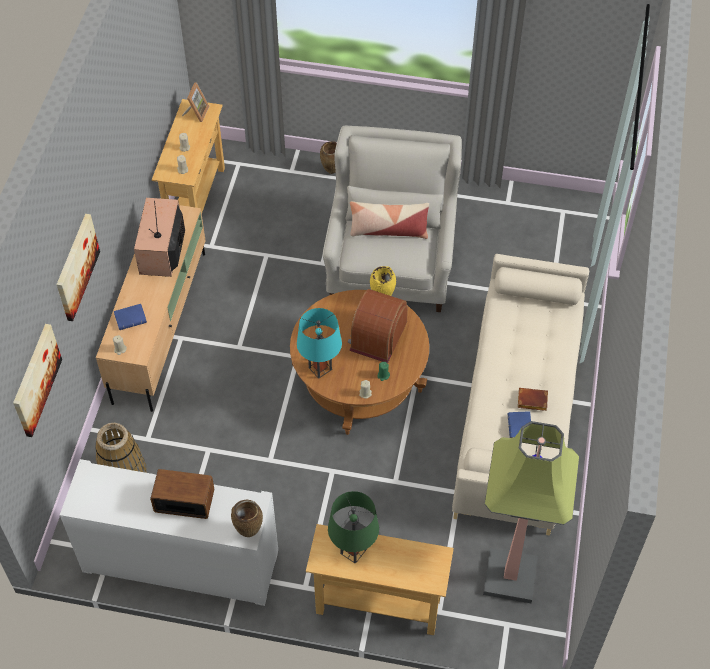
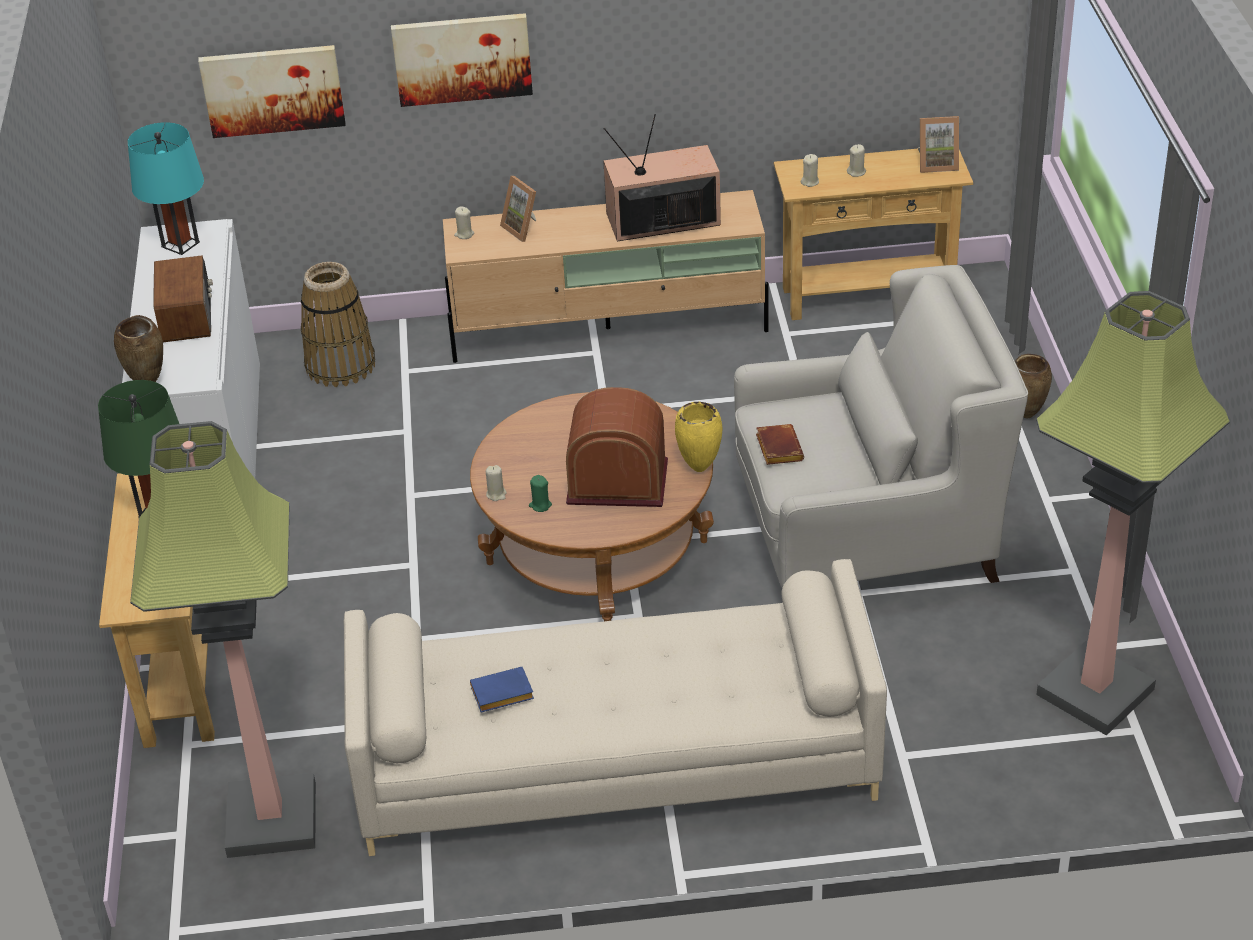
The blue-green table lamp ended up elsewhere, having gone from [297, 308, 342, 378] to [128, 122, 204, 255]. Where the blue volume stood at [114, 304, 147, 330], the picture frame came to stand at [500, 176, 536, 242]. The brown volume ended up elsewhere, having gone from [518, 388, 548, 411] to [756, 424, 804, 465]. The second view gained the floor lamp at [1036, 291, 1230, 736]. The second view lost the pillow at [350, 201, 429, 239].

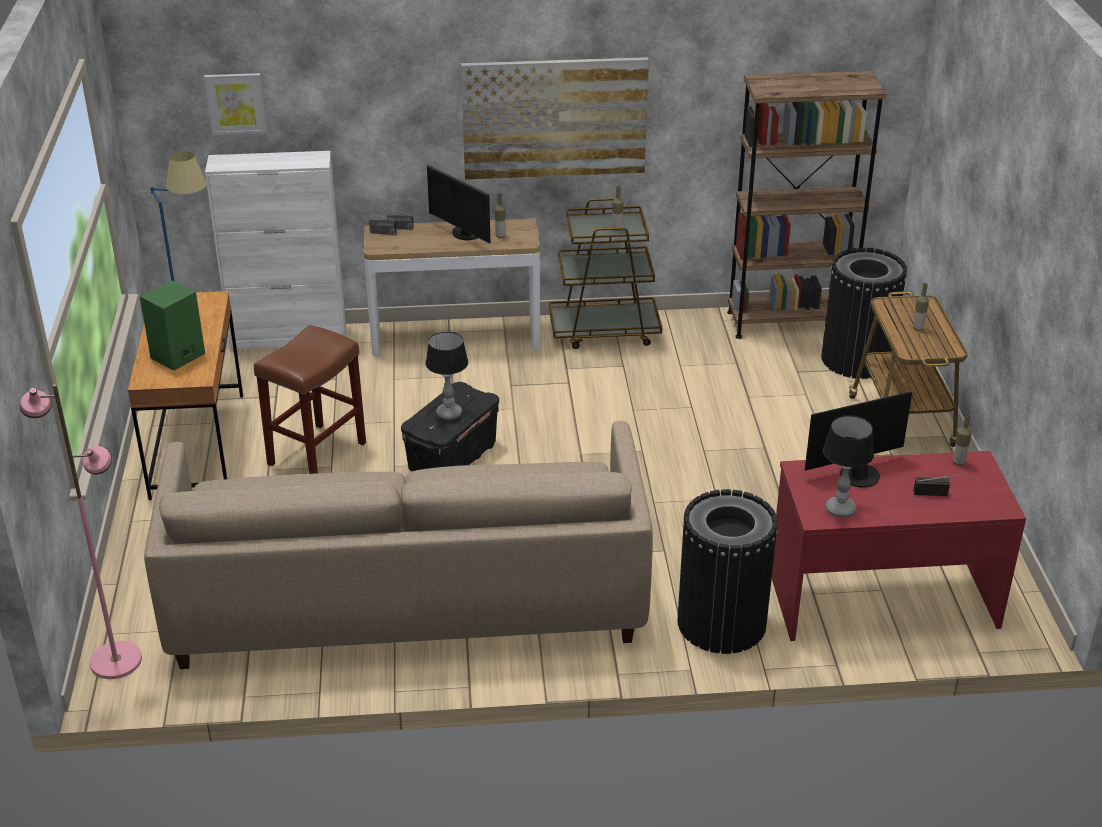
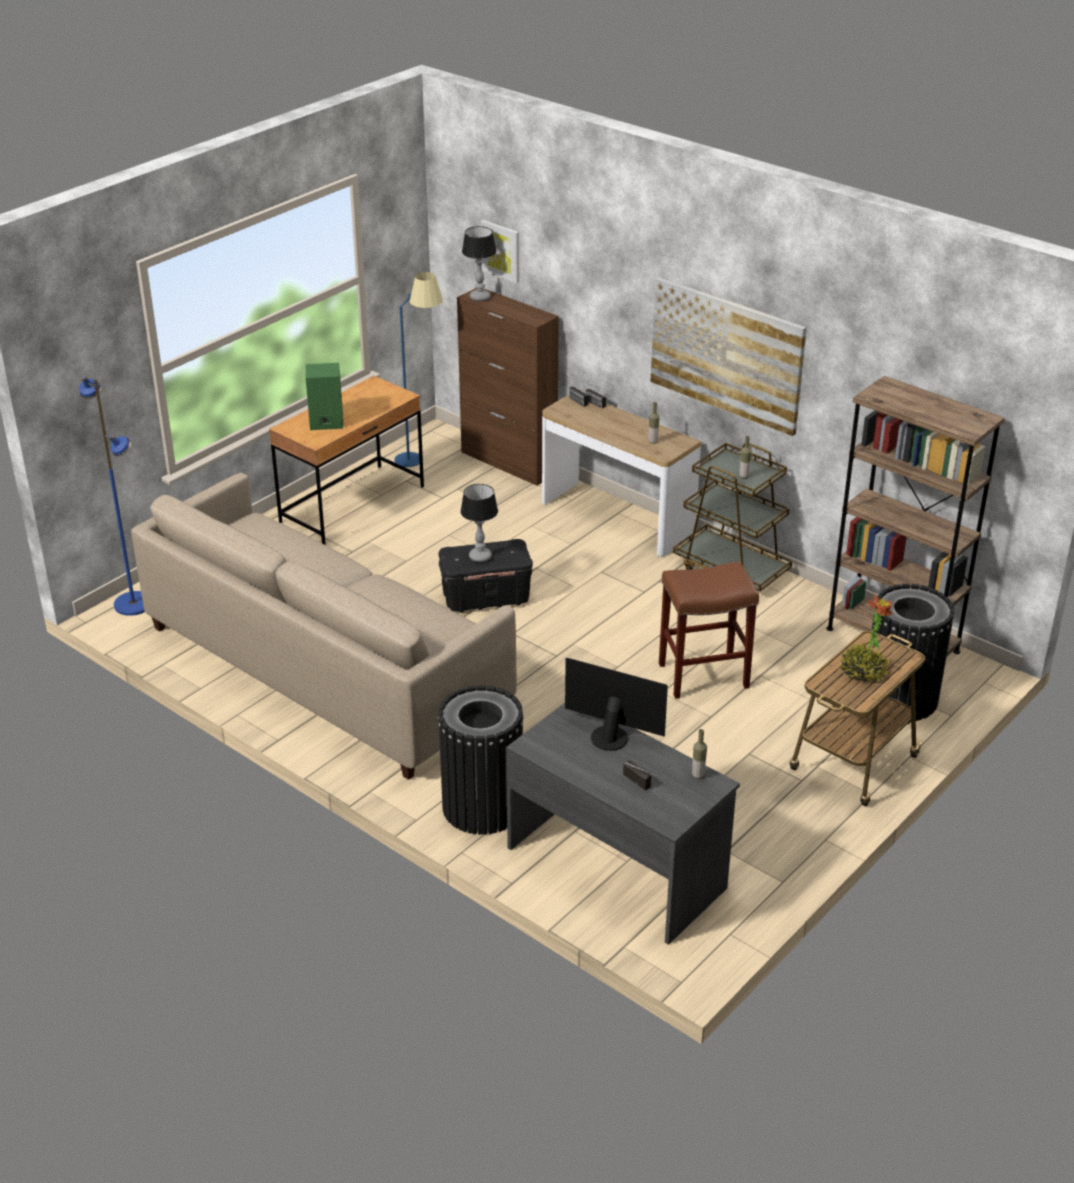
What was the pinkish floor lamp at [20, 384, 142, 679] turned into the blue floor lamp at [79, 376, 145, 616]. What was the white-coloured storage cabinet at [205, 151, 346, 350] turned into the brown storage cabinet at [457, 288, 559, 486]. The table lamp ended up elsewhere, having gone from [823, 415, 874, 518] to [462, 226, 496, 301]. What was the reddish desk table at [772, 451, 1026, 641] turned into the gray desk table at [506, 703, 740, 945]. The brown sitting stool ended up elsewhere, having gone from [254, 325, 366, 474] to [659, 561, 759, 699]. Where the beverage bottle stood at [913, 283, 929, 331], the houseplant came to stand at [840, 594, 893, 682]. The second view lost the computer display at [427, 165, 491, 243].

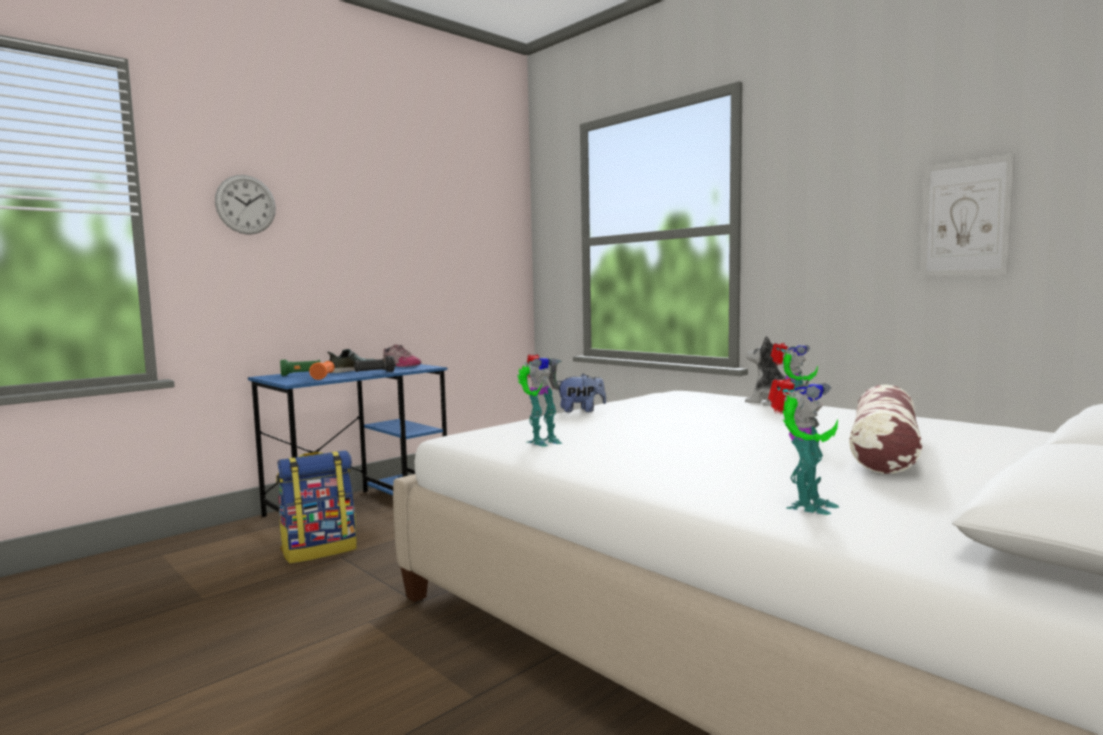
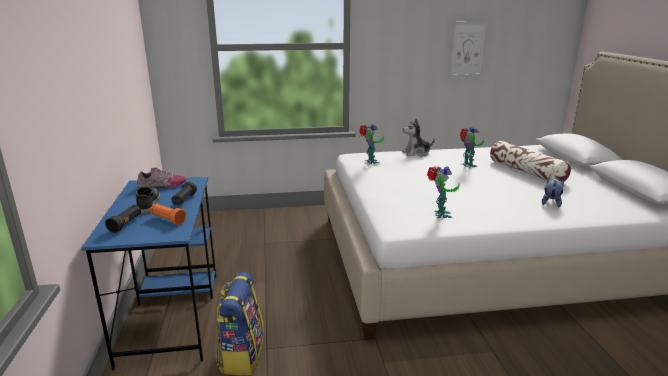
What was the green-coloured hand torch at [280, 360, 321, 376] turned into the blackish hand torch at [105, 205, 141, 233]. The robot figure ended up elsewhere, having gone from [768, 378, 839, 515] to [359, 124, 384, 165]. The plush toy ended up elsewhere, having gone from [557, 373, 606, 413] to [542, 178, 564, 208]. The second view lost the wall clock at [215, 175, 276, 235].

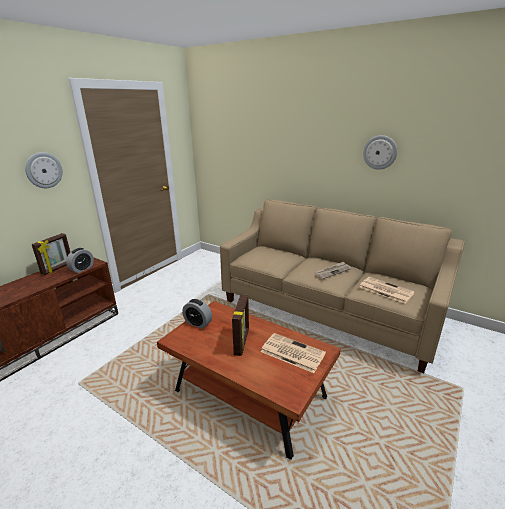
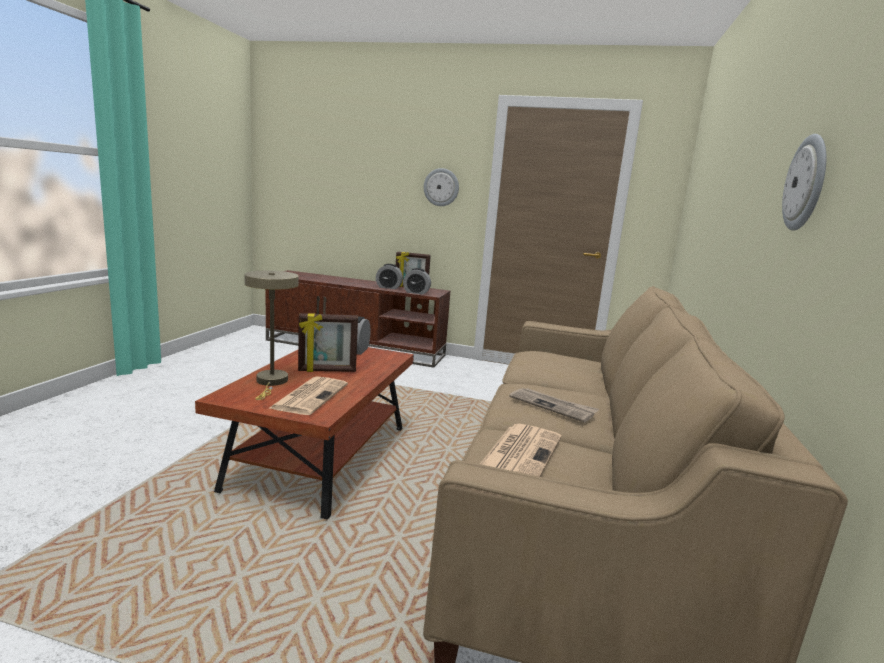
The second view gained the beige table lamp at [244, 271, 299, 400]. The second view gained the alarm clock at [376, 264, 403, 289].

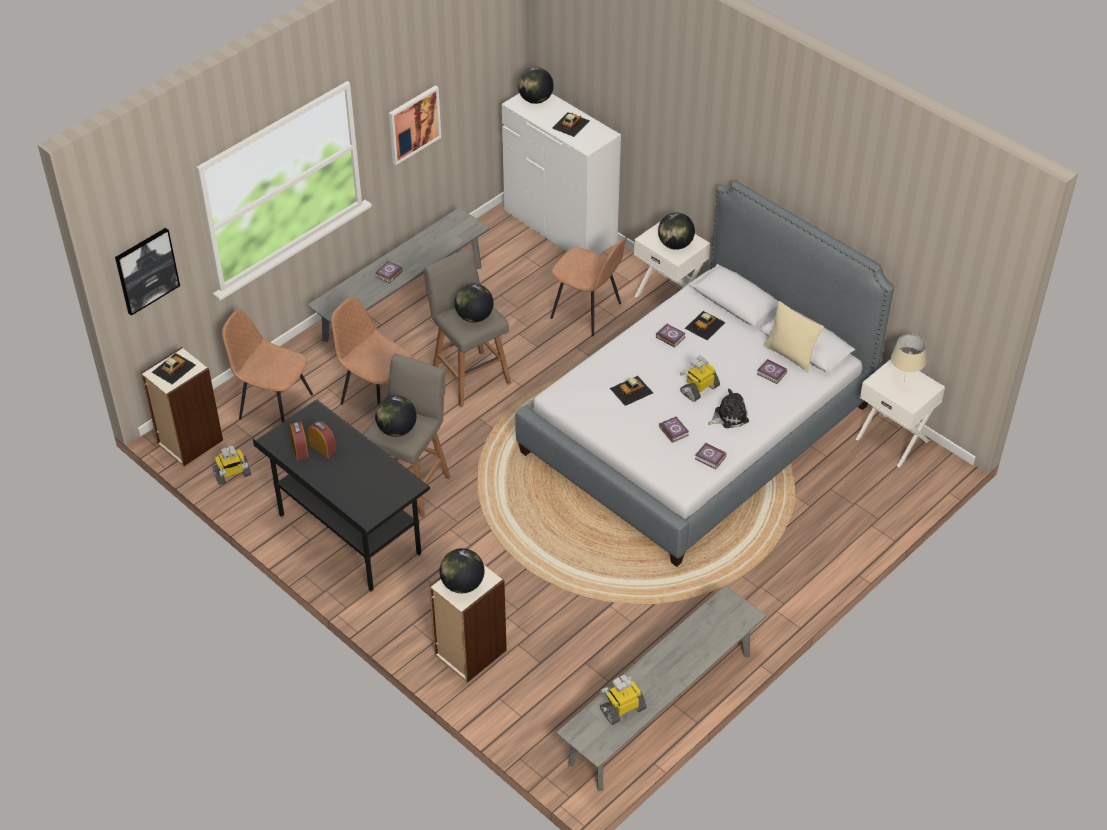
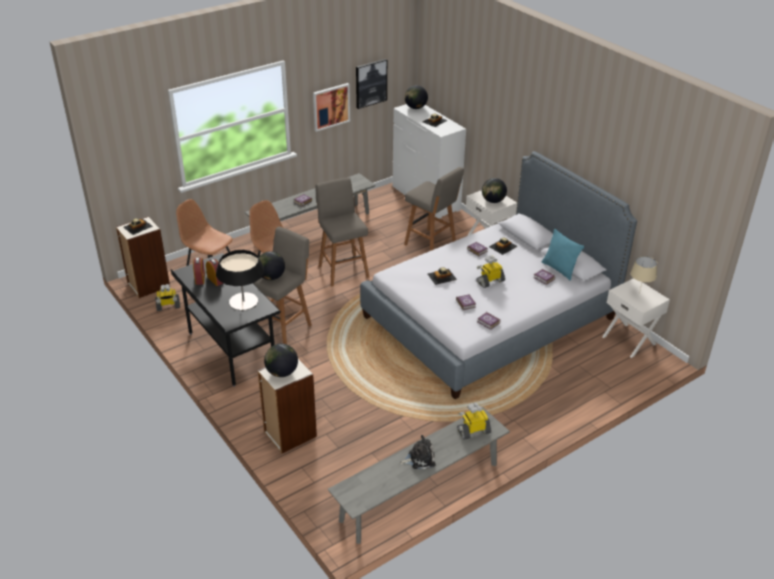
The second view gained the table lamp at [216, 250, 264, 311]. The wall picture ended up elsewhere, having gone from [115, 228, 180, 316] to [356, 59, 387, 109]. The plush toy ended up elsewhere, having gone from [708, 389, 749, 428] to [400, 435, 436, 469]. Where the brown plain chair stood at [551, 237, 627, 336], the gray sitting stool came to stand at [404, 167, 464, 251]. The robot figure ended up elsewhere, having gone from [600, 675, 647, 725] to [457, 403, 491, 440]. What was the beige pillow at [763, 301, 824, 372] turned into the blue-green pillow at [542, 229, 584, 280]. The second view lost the desk globe at [455, 284, 494, 323].

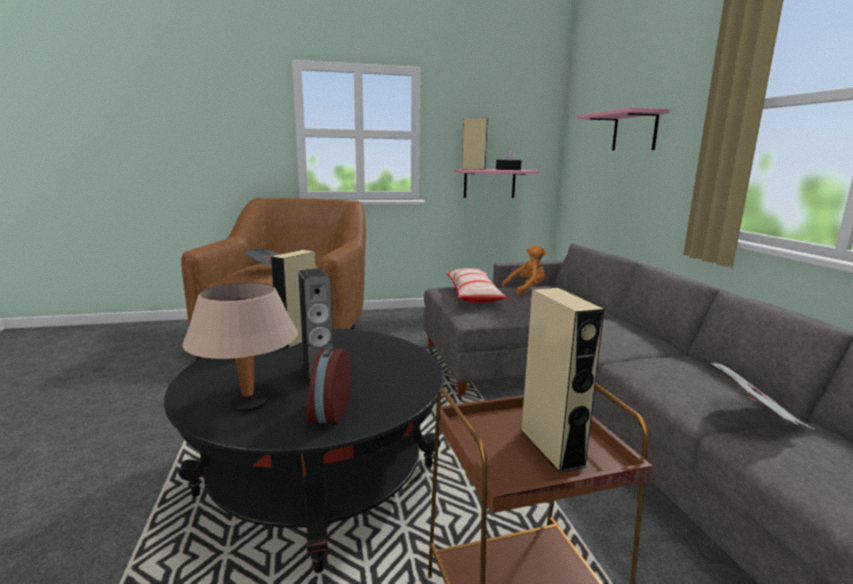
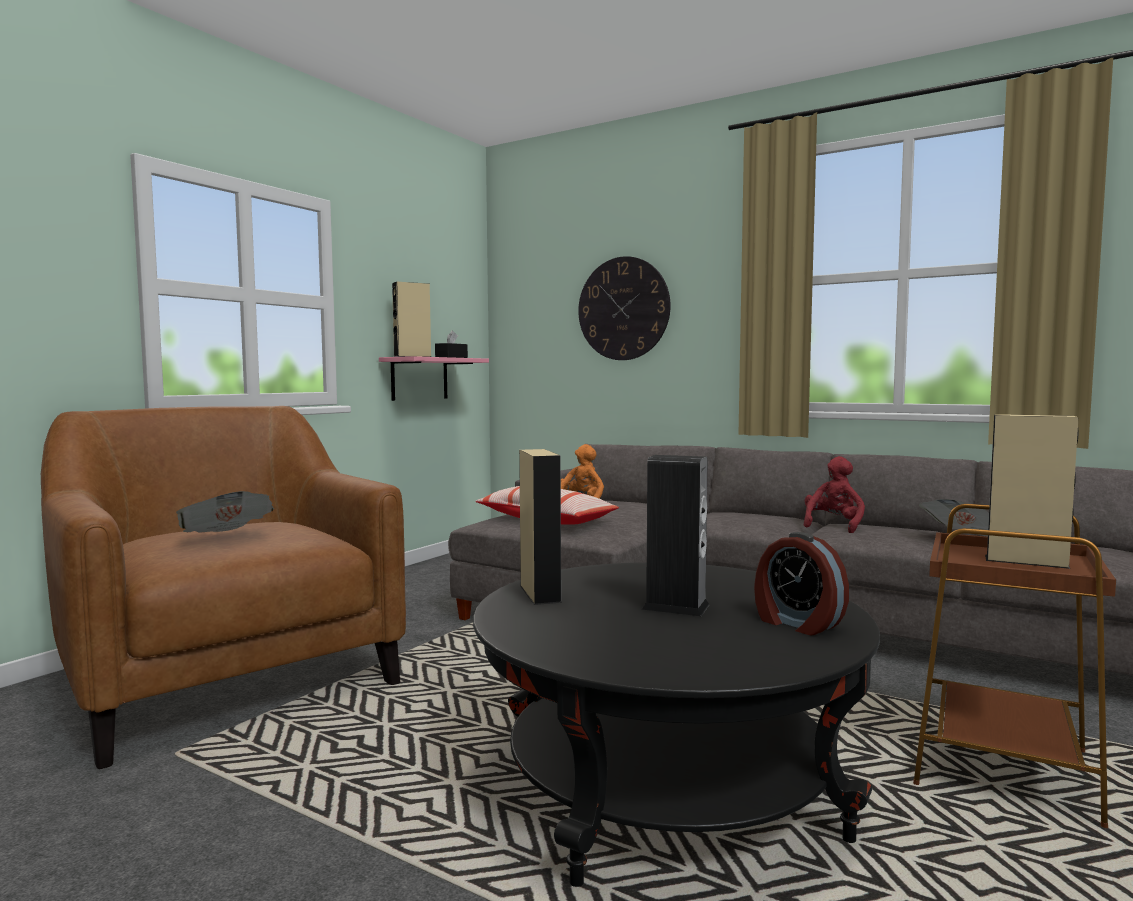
Where the pinkish wall shelf hung at [577, 107, 670, 150], the wall clock came to hang at [578, 256, 671, 360]. The second view gained the reddish plush toy at [804, 456, 865, 533]. The second view lost the beige table lamp at [183, 282, 298, 412].

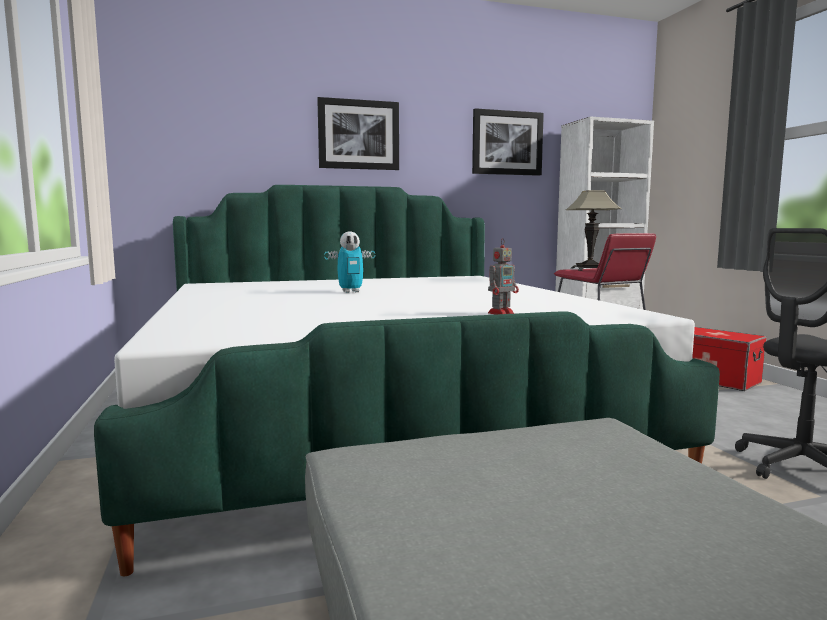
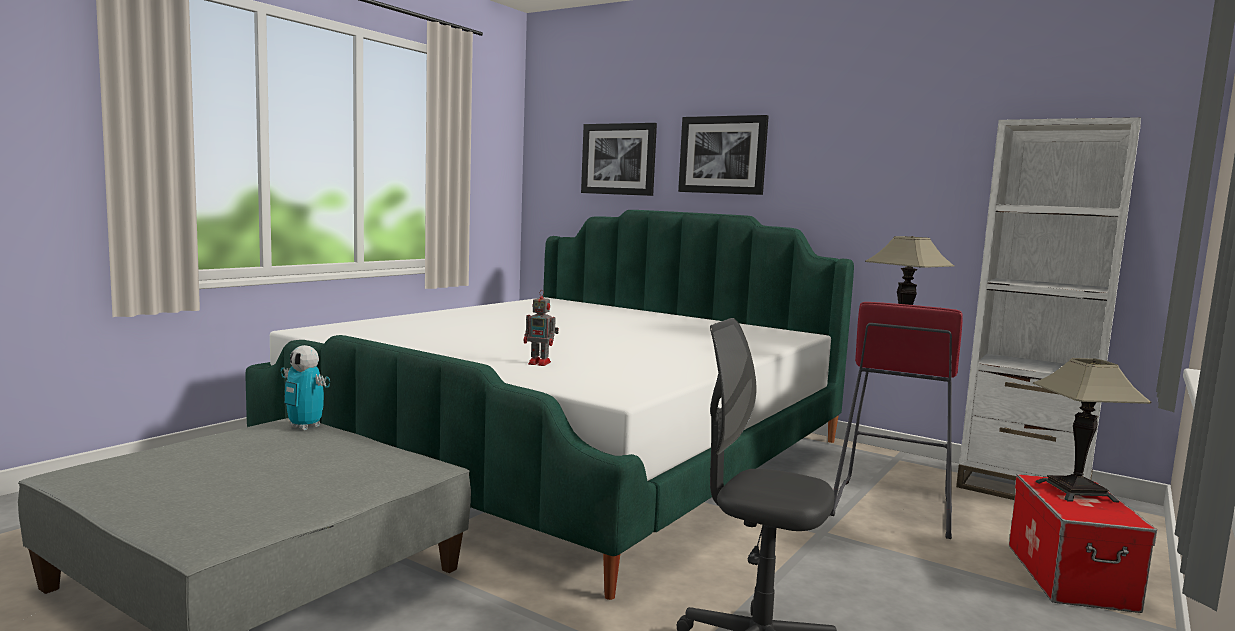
The robot figure ended up elsewhere, having gone from [324, 231, 375, 293] to [281, 345, 330, 430]. The wall picture ended up elsewhere, having gone from [472, 108, 544, 176] to [581, 123, 657, 196]. The second view gained the table lamp at [1033, 358, 1152, 502].

